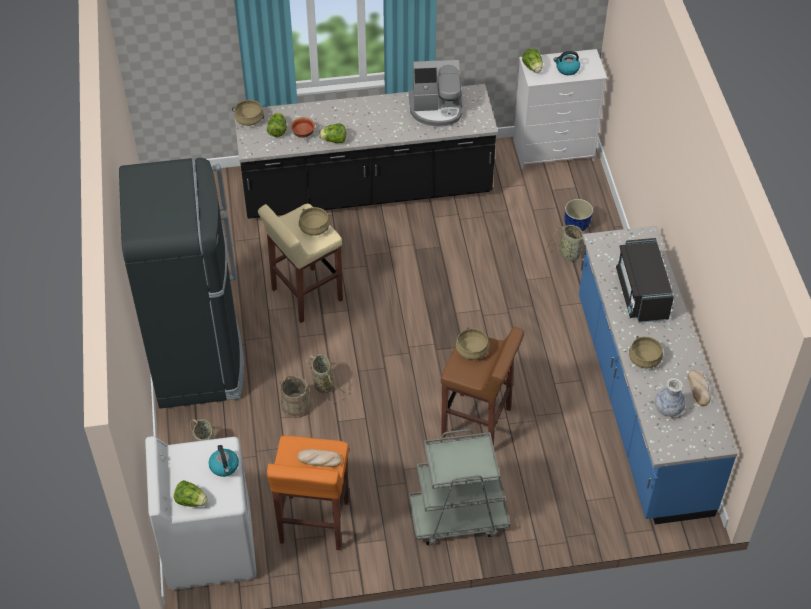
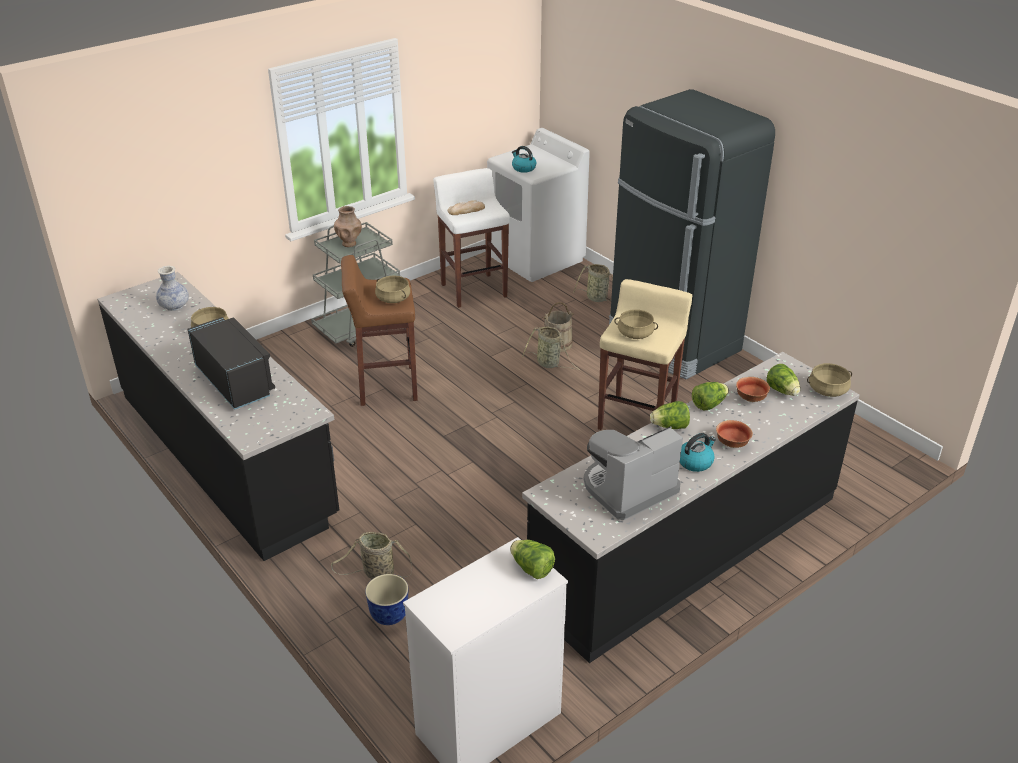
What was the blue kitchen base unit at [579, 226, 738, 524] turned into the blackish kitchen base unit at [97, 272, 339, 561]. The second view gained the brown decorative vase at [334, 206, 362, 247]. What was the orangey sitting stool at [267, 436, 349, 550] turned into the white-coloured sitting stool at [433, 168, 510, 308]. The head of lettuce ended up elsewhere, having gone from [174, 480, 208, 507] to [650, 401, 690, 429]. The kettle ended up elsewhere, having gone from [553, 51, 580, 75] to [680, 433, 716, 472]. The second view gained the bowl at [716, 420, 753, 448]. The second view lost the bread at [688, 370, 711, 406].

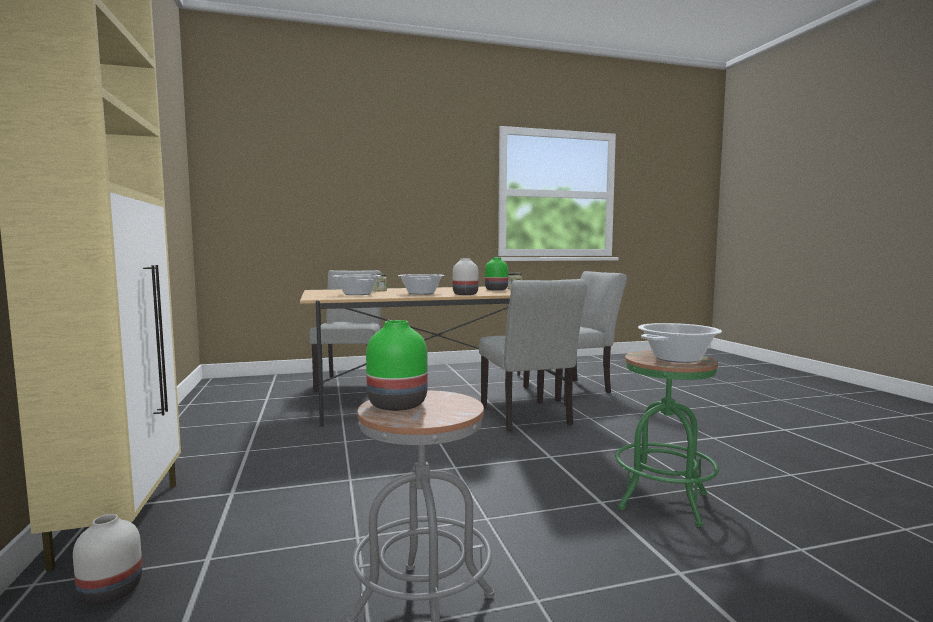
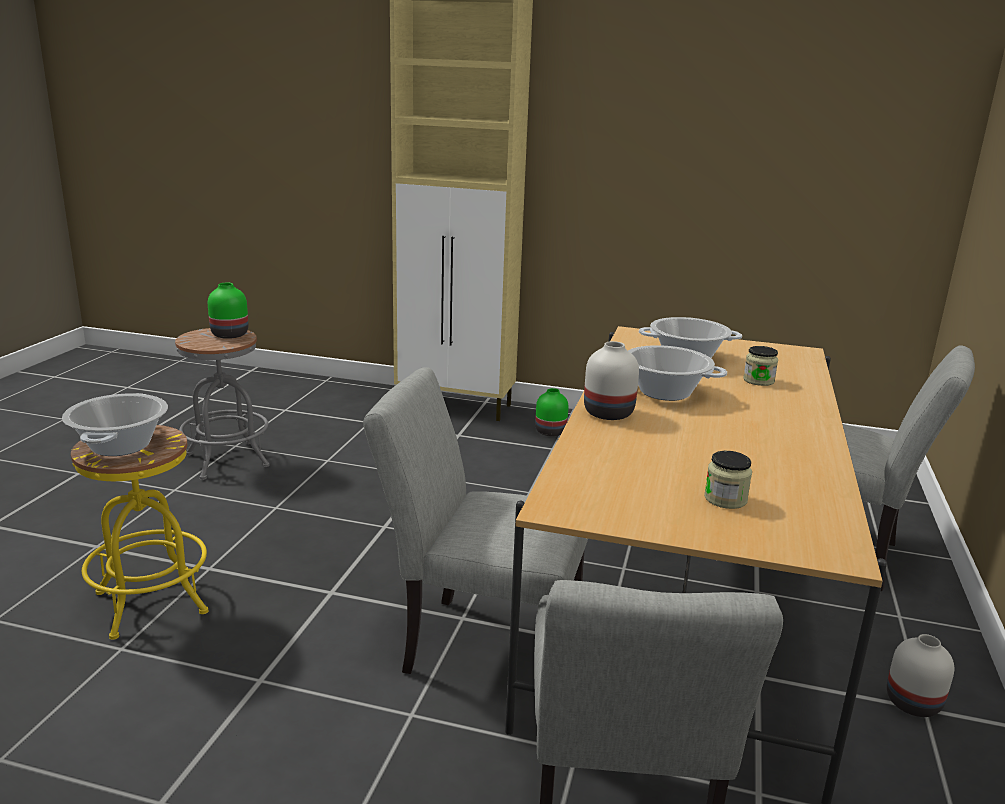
What was the green-coloured sitting stool at [615, 350, 719, 527] turned into the yellow sitting stool at [71, 425, 209, 640]. The green-coloured decorative vase ended up elsewhere, having gone from [485, 257, 508, 291] to [535, 388, 568, 436]. The white-coloured decorative vase ended up elsewhere, having gone from [73, 514, 142, 605] to [887, 634, 954, 717].

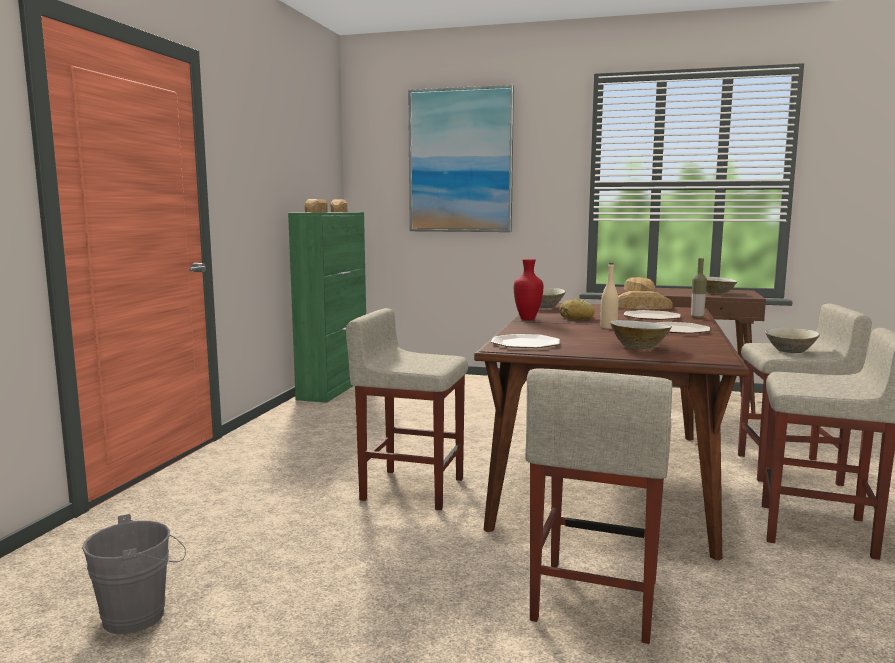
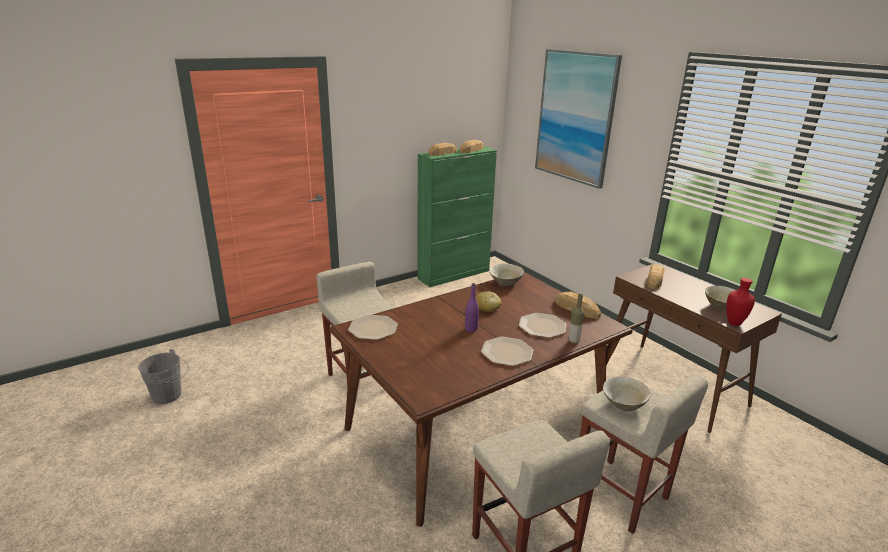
What was the beige beverage bottle at [600, 263, 619, 329] turned into the purple beverage bottle at [465, 283, 479, 332]. The reddish decorative vase ended up elsewhere, having gone from [514, 259, 543, 320] to [726, 278, 755, 326]. The second view lost the beige sitting stool at [525, 368, 672, 644]. The second view lost the beige bowl at [610, 320, 672, 349].

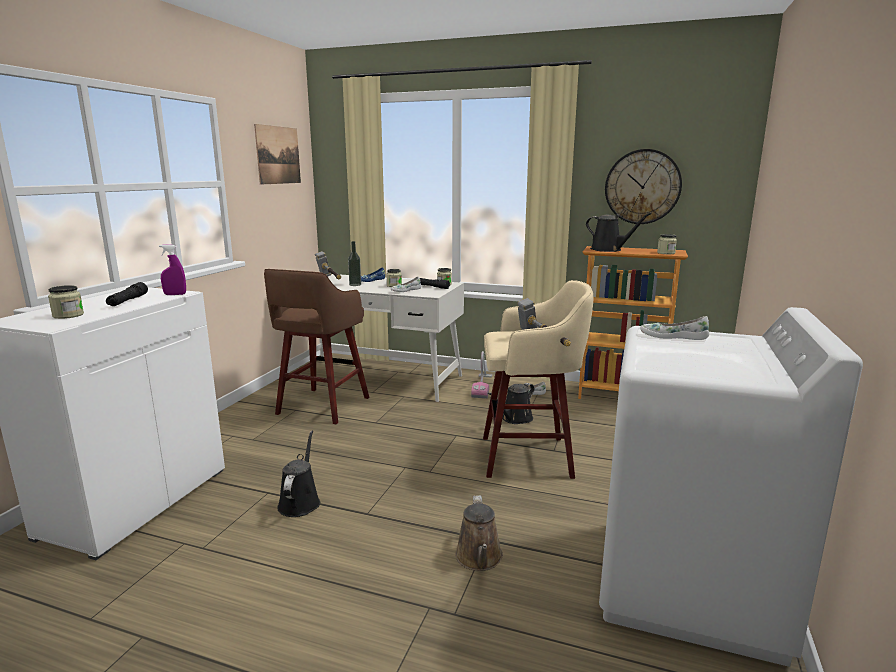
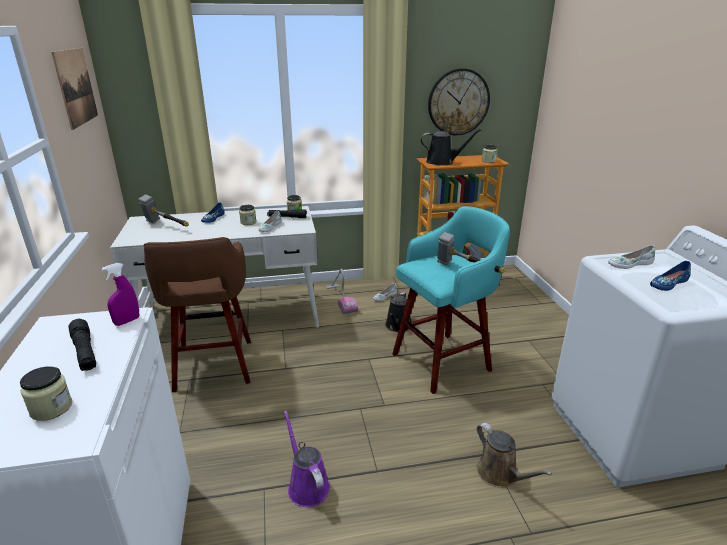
What was the blackish watering can at [277, 431, 320, 517] turned into the purple watering can at [284, 411, 330, 507]. What was the beige sitting stool at [483, 280, 594, 479] turned into the blue-green sitting stool at [392, 206, 510, 394]. The second view gained the blue item of footwear at [650, 261, 691, 291]. The second view lost the beverage bottle at [348, 241, 361, 286].

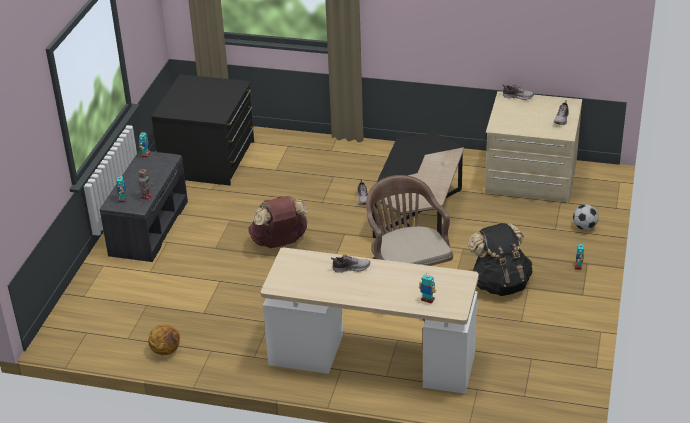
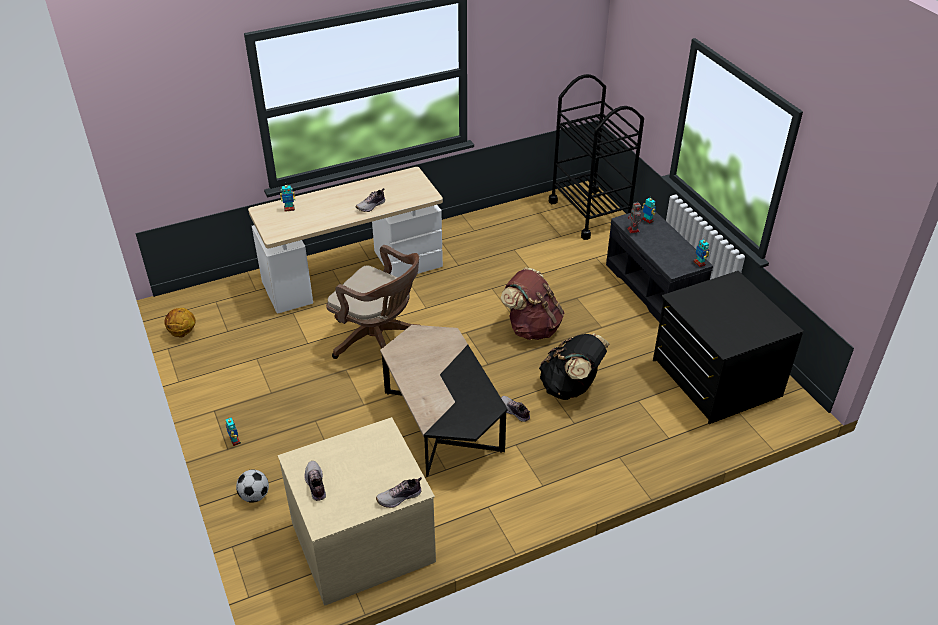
The ball for basketball ended up elsewhere, having gone from [148, 324, 180, 355] to [164, 308, 196, 337]. The blackish backpack ended up elsewhere, having gone from [468, 223, 532, 296] to [539, 333, 609, 400]. The second view gained the blackish cart at [549, 74, 644, 240].

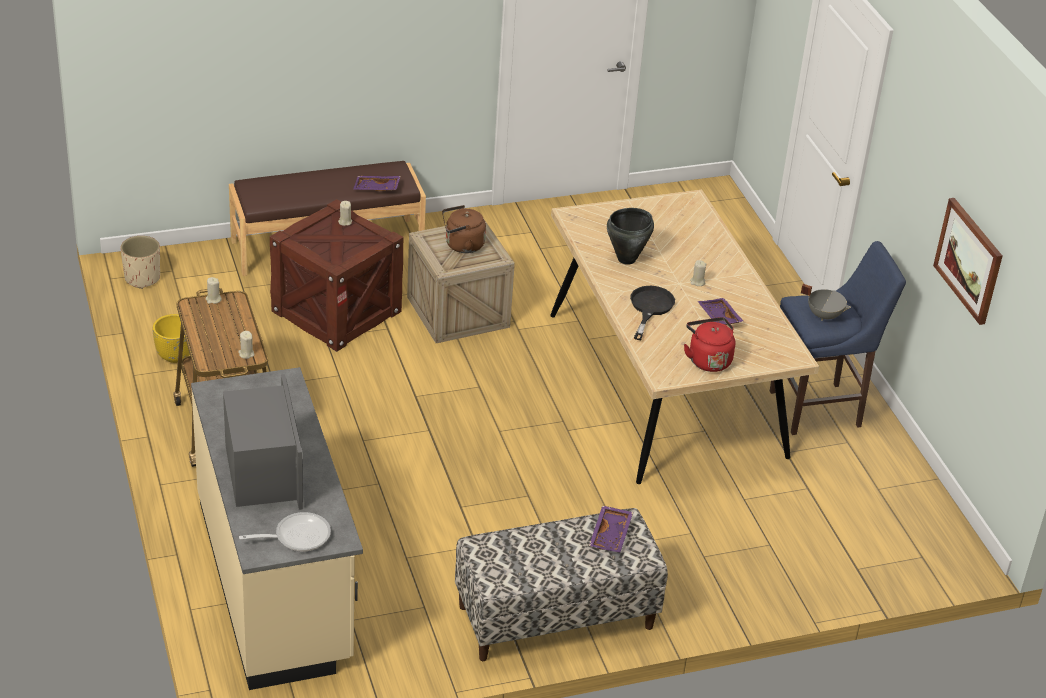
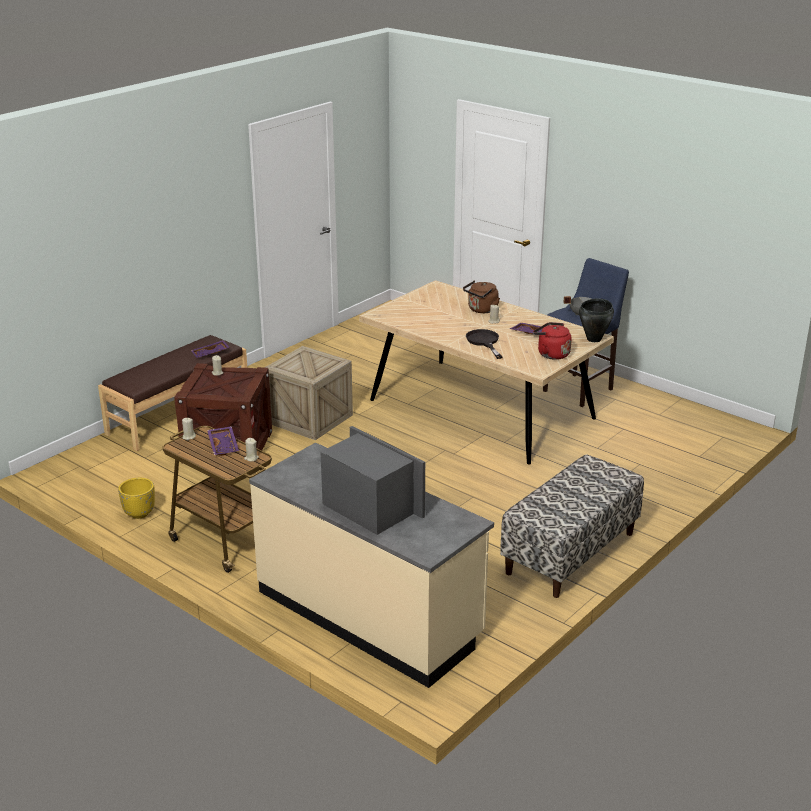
The purple carrying tray ended up elsewhere, having gone from [589, 505, 633, 552] to [207, 426, 239, 456]. The brown kettle ended up elsewhere, having gone from [442, 205, 486, 253] to [463, 280, 500, 313]. The blackish stockpot ended up elsewhere, having gone from [607, 208, 654, 265] to [579, 298, 614, 342]. The second view lost the beige flower pot at [121, 236, 160, 289]. The second view lost the frying pan at [239, 512, 331, 552]. The second view lost the wall picture at [933, 198, 1002, 325].

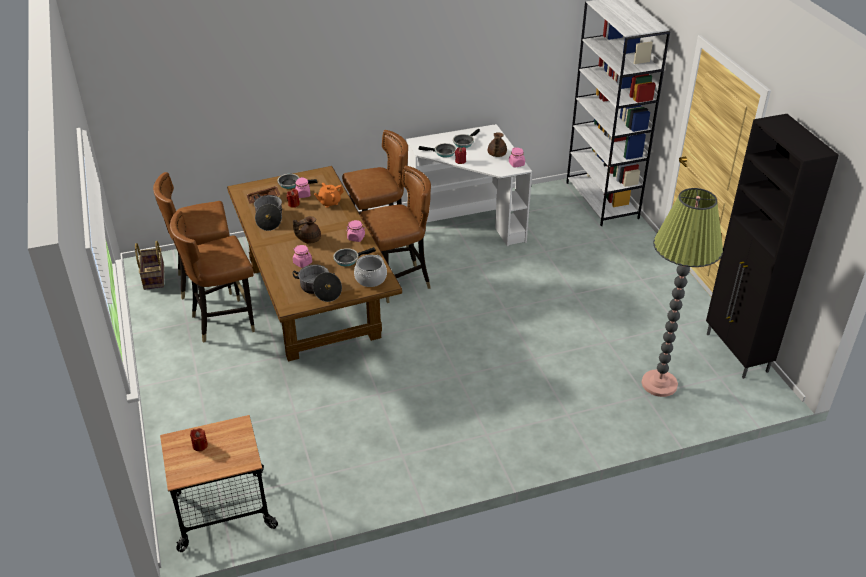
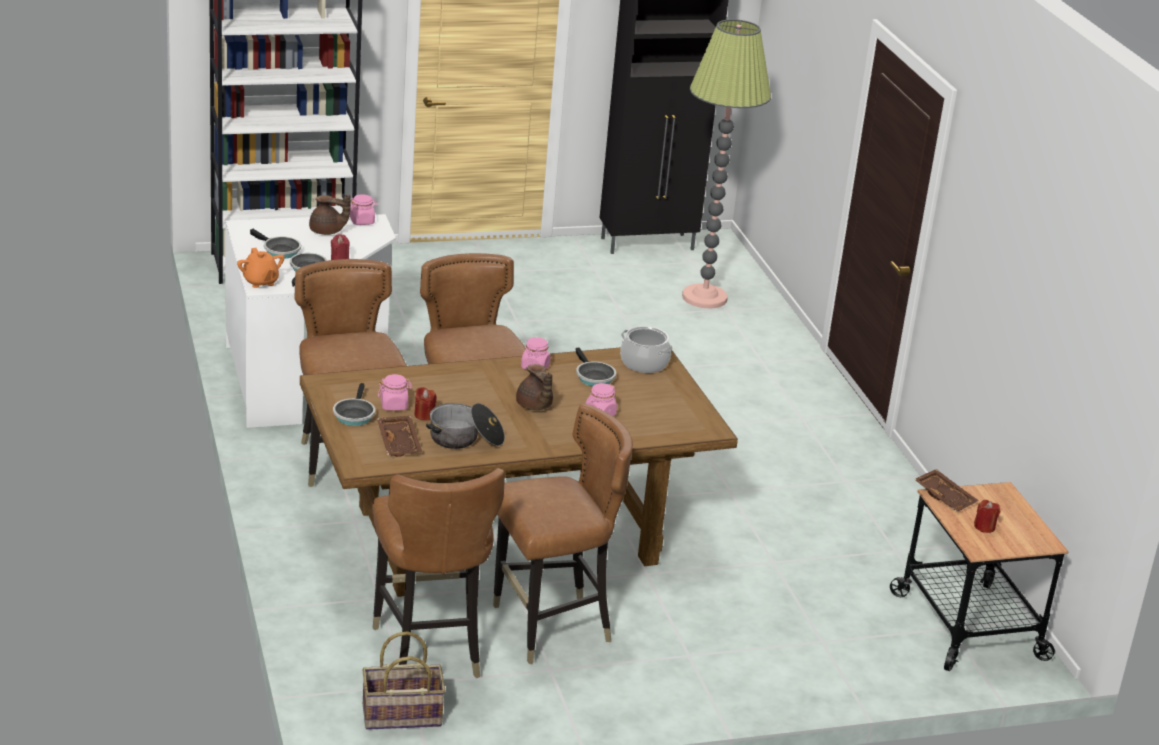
The orangey teapot ended up elsewhere, having gone from [314, 183, 344, 208] to [237, 248, 285, 288]. The brown plain chair at [170, 211, 255, 342] ended up facing another way, 90 degrees counterclockwise from before. The second view gained the brown carrying tray at [914, 469, 979, 512]. The second view lost the stockpot at [292, 264, 342, 302].

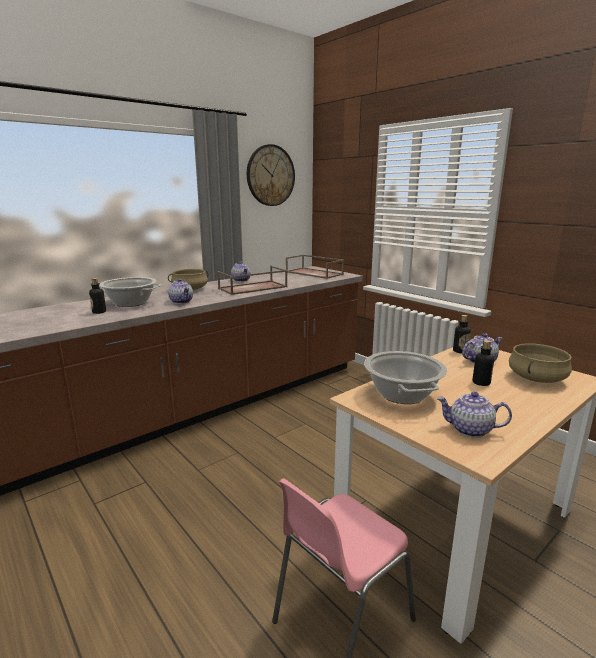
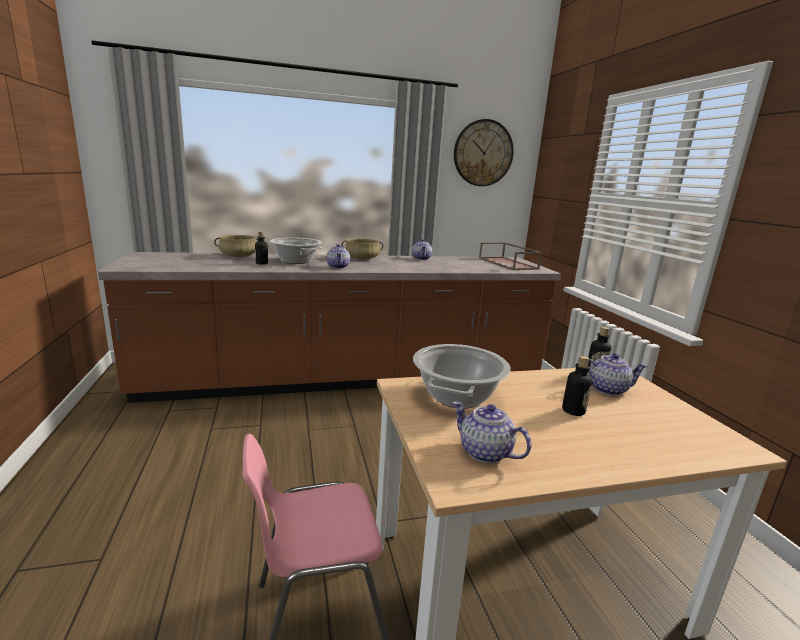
The beige stockpot ended up elsewhere, having gone from [509, 343, 572, 383] to [214, 235, 258, 257]. The second view lost the brown carrying tray at [217, 266, 288, 295].

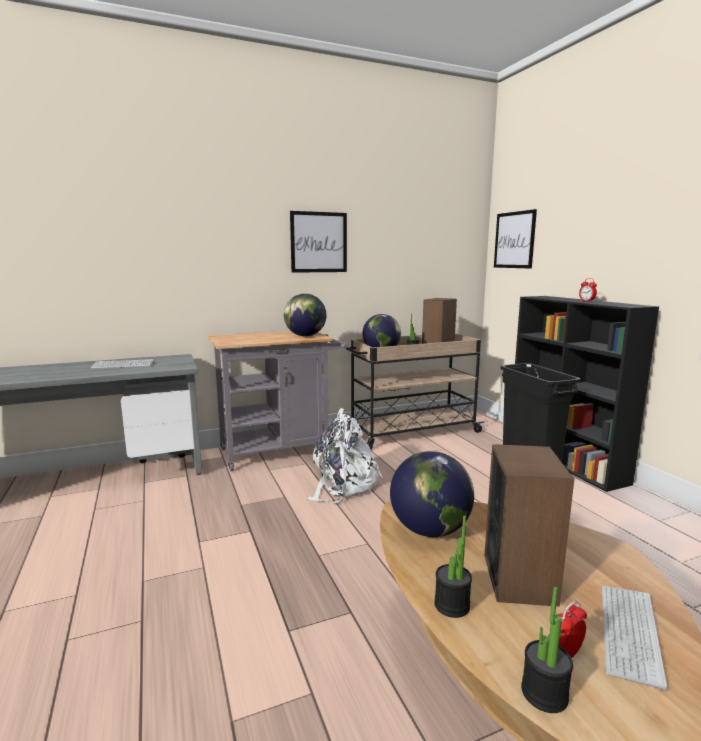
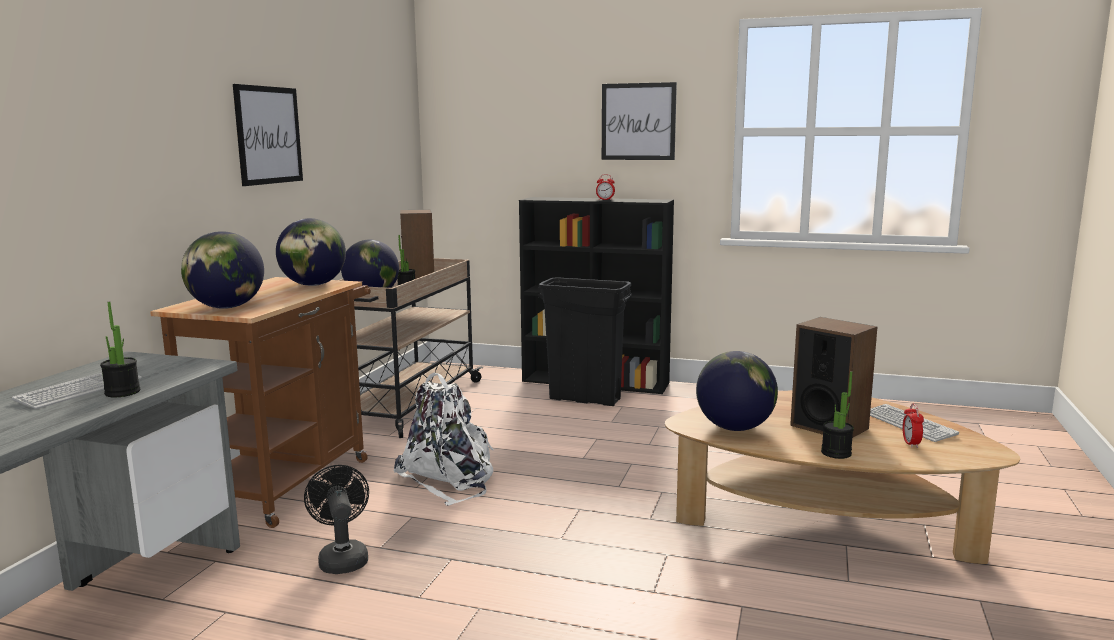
The houseplant ended up elsewhere, having gone from [521, 587, 573, 713] to [100, 302, 140, 397]. What was the gray cart at [208, 331, 347, 471] turned into the brown cart at [150, 277, 371, 528]. The second view gained the desk globe at [181, 231, 264, 309]. The second view gained the blackish cooling fan at [304, 465, 369, 574]. The wall picture ended up elsewhere, having gone from [494, 209, 537, 269] to [602, 82, 677, 160].

